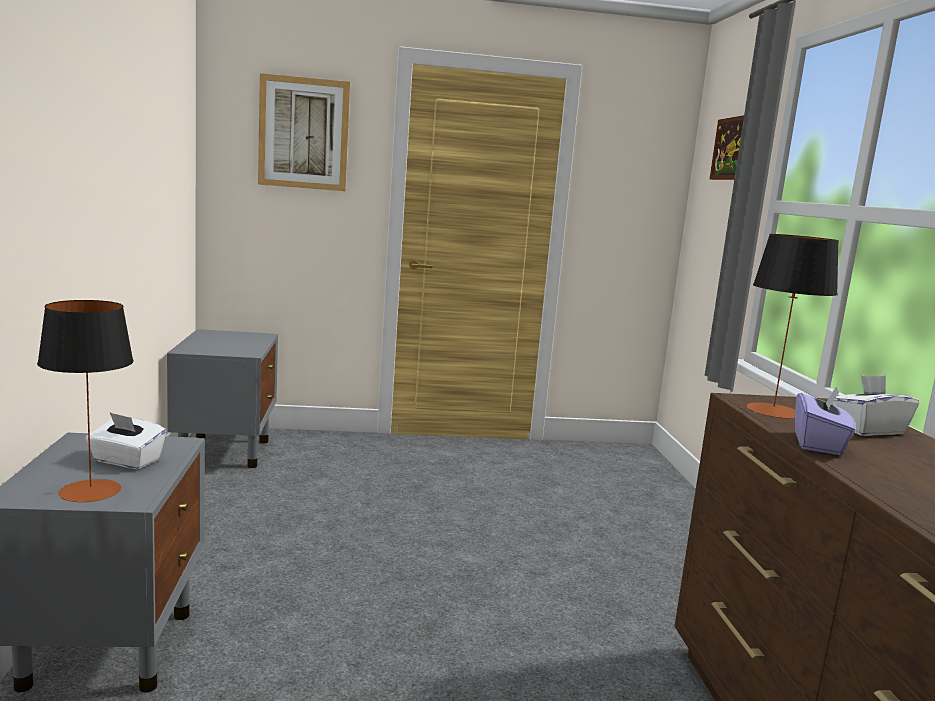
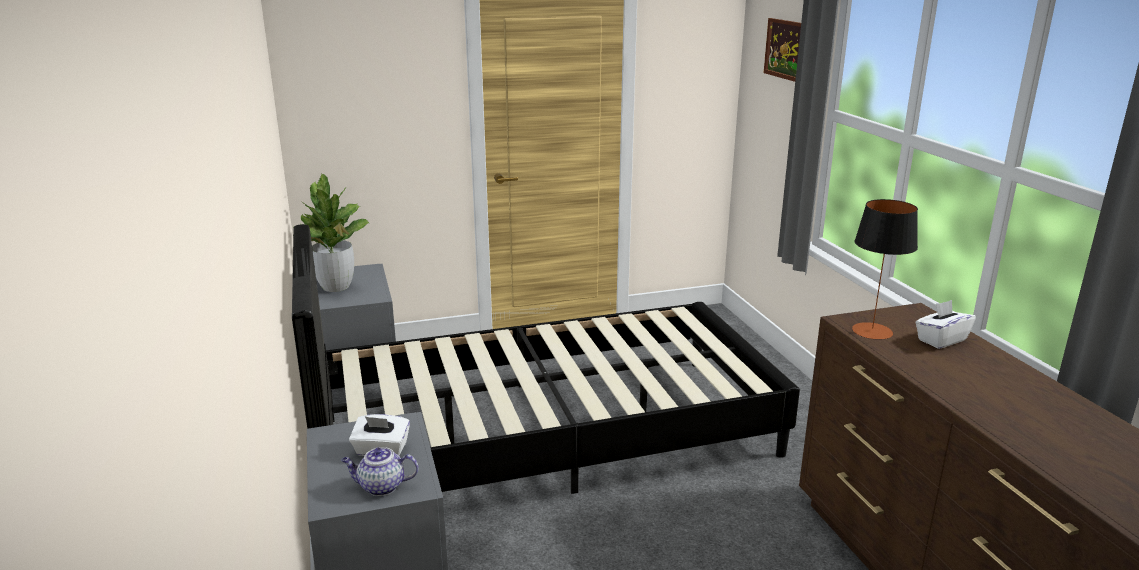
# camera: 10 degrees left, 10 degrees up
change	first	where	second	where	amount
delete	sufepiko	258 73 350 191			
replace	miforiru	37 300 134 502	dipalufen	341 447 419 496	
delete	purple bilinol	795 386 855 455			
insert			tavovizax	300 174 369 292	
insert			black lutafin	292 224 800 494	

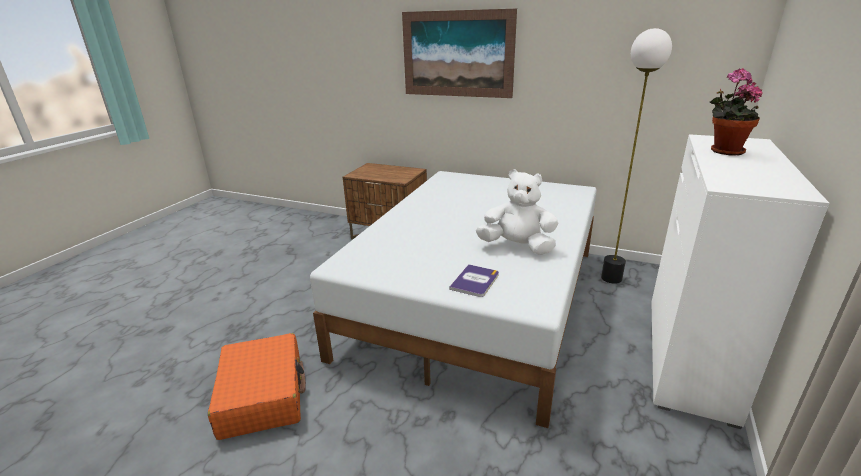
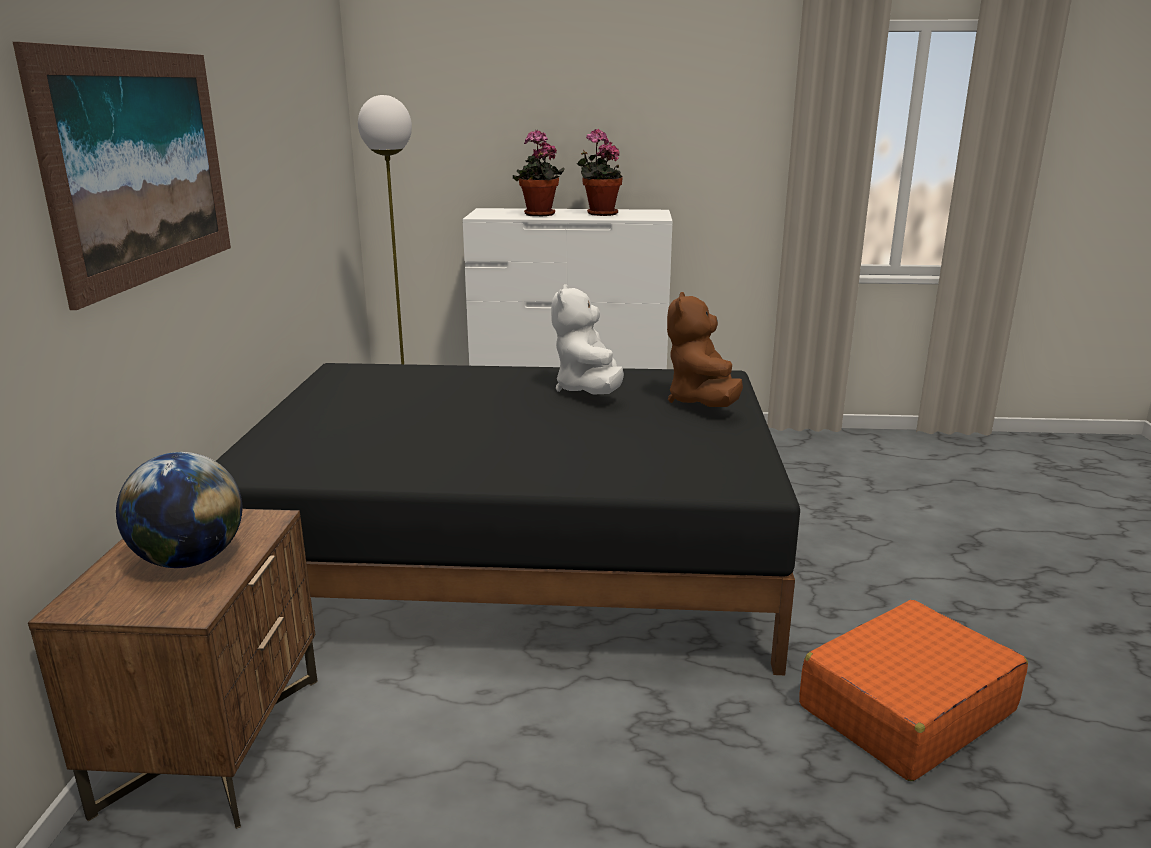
# camera: 110 degrees left, 5 degrees down
change	first	where	second	where	amount
recolor	white lutafin	310 171 597 428	black lutafin	216 363 800 675	
replace	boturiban	449 264 499 297	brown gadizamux	667 292 743 407	
insert			tavovizax	577 129 623 216	
insert			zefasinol	116 452 242 568	

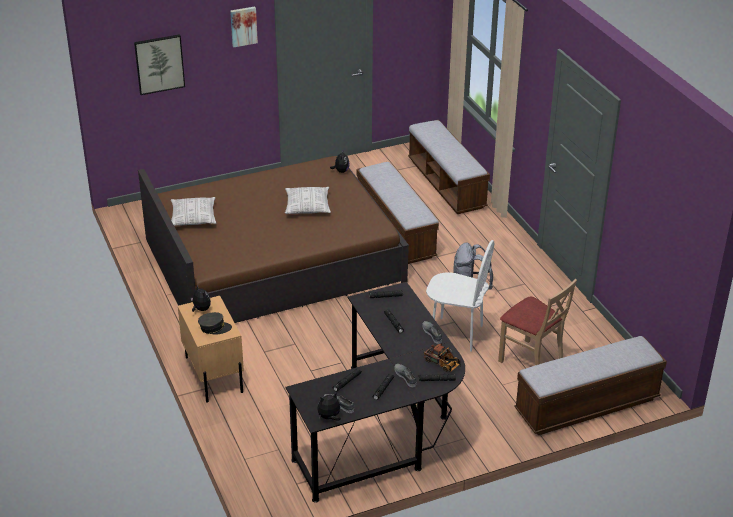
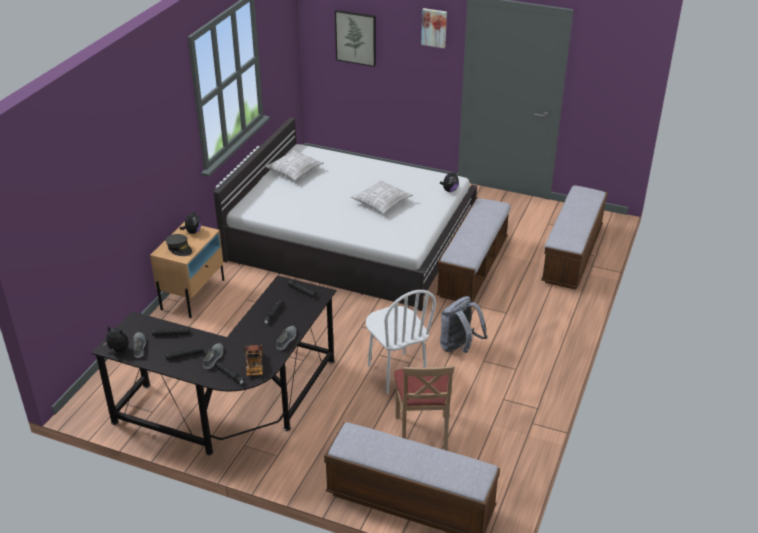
# camera: 45 degrees right, 0 degrees up
change	first	where	second	where	amount
recolor	brown lutafin	138 156 409 323	white lutafin	213 117 477 311	

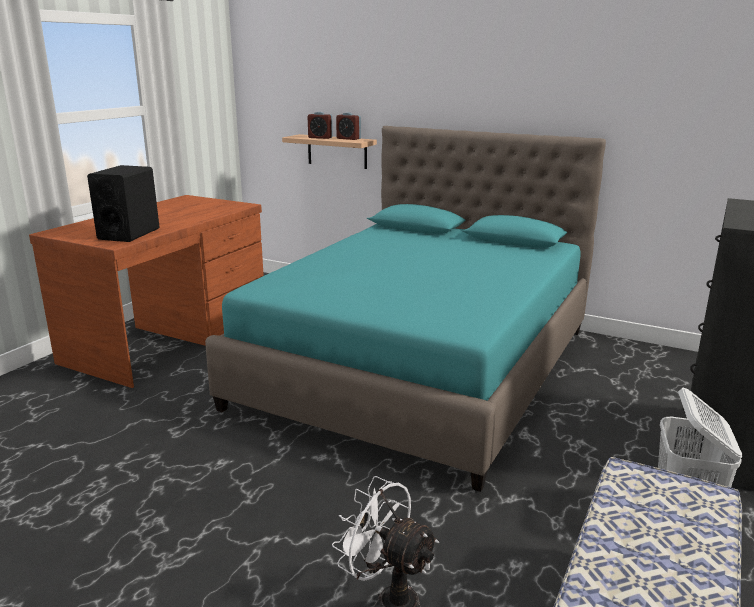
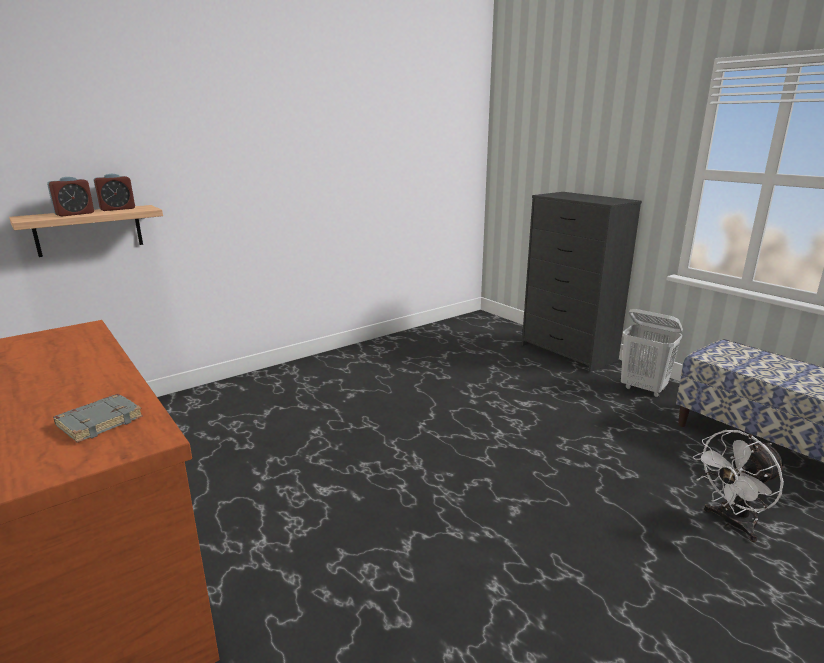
# camera: 65 degrees left, 0 degrees up
change	first	where	second	where	amount
delete	turquoise lutafin	205 126 606 492			
replace	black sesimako	87 165 159 242	grey boturiban	53 394 143 443	

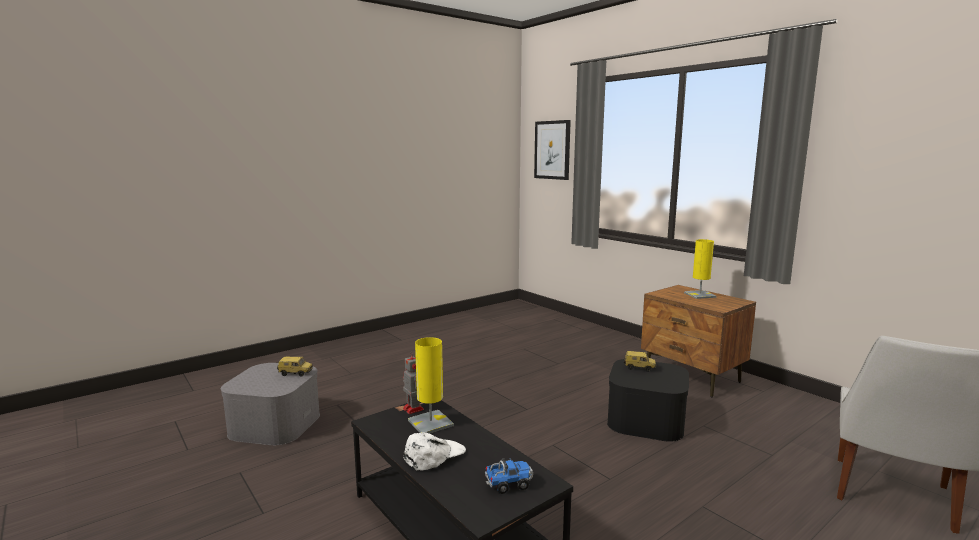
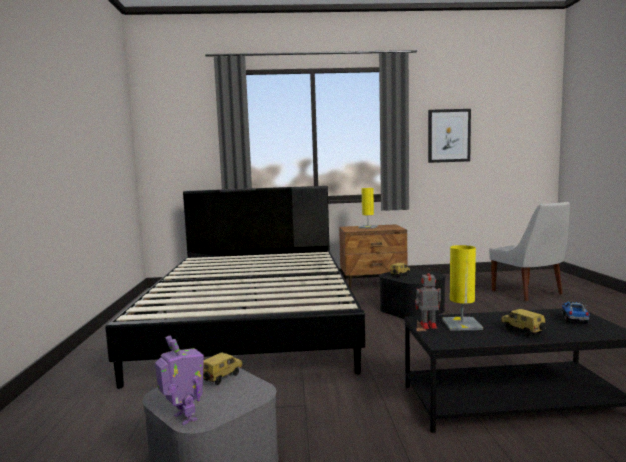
# camera: 55 degrees left, 5 degrees down
change	first	where	second	where	amount
move	sufepiko	534 120 571 180		428 109 471 163	
replace	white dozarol	403 432 466 471	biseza	501 309 546 337	
insert			black lutafin	106 186 365 389	
insert			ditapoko	155 336 204 425	

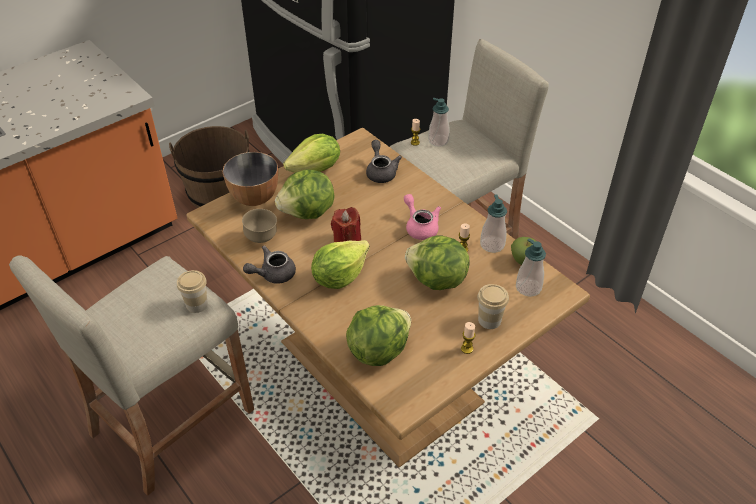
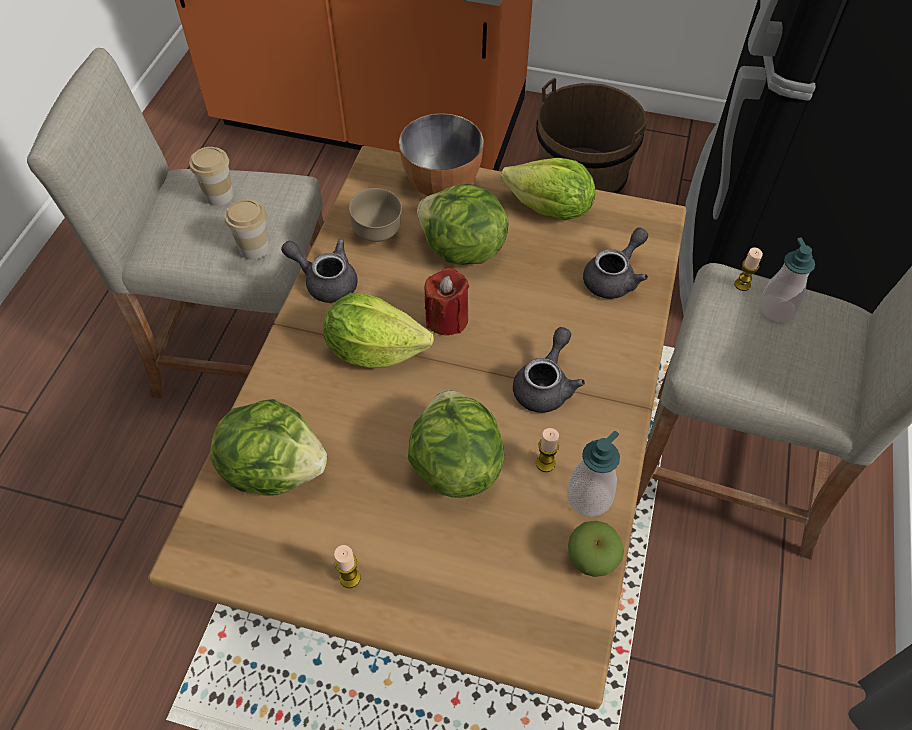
# camera: 55 degrees right, 10 degrees up
change	first	where	second	where	amount
recolor	pink dipalufen	404 194 441 240	grey dipalufen	513 327 585 413	
delete	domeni	516 238 546 297			
move	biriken	477 284 509 329		189 147 234 206	

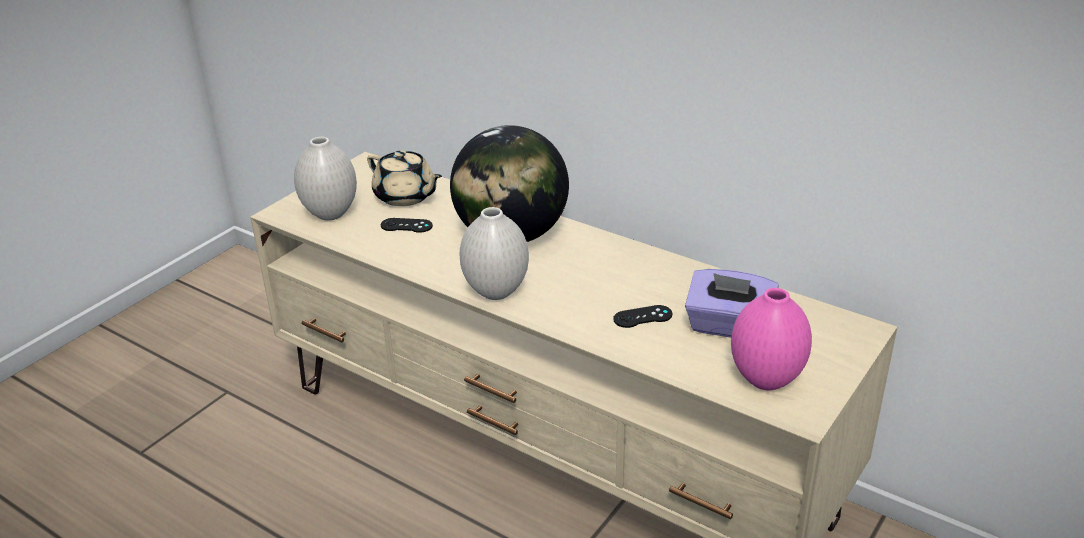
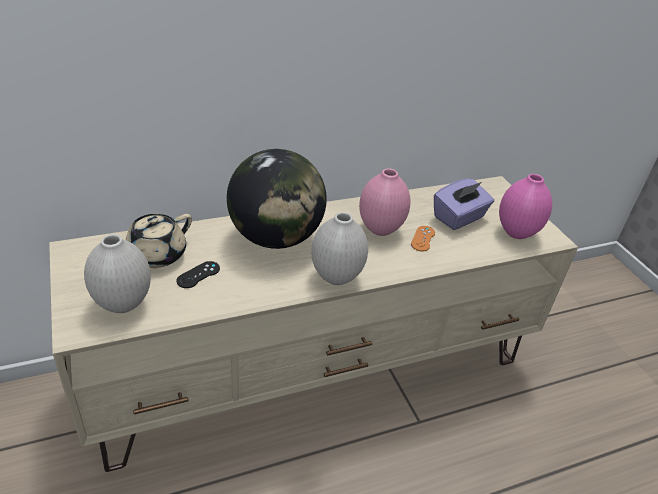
# camera: 60 degrees left, 5 degrees up
change	first	where	second	where	amount
rotate	beige dipalufen	367 150 442 206		126 214 192 268	150 degrees clockwise
recolor	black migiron	613 305 672 328	orange migiron	411 226 435 251	
insert			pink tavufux	359 168 411 236	

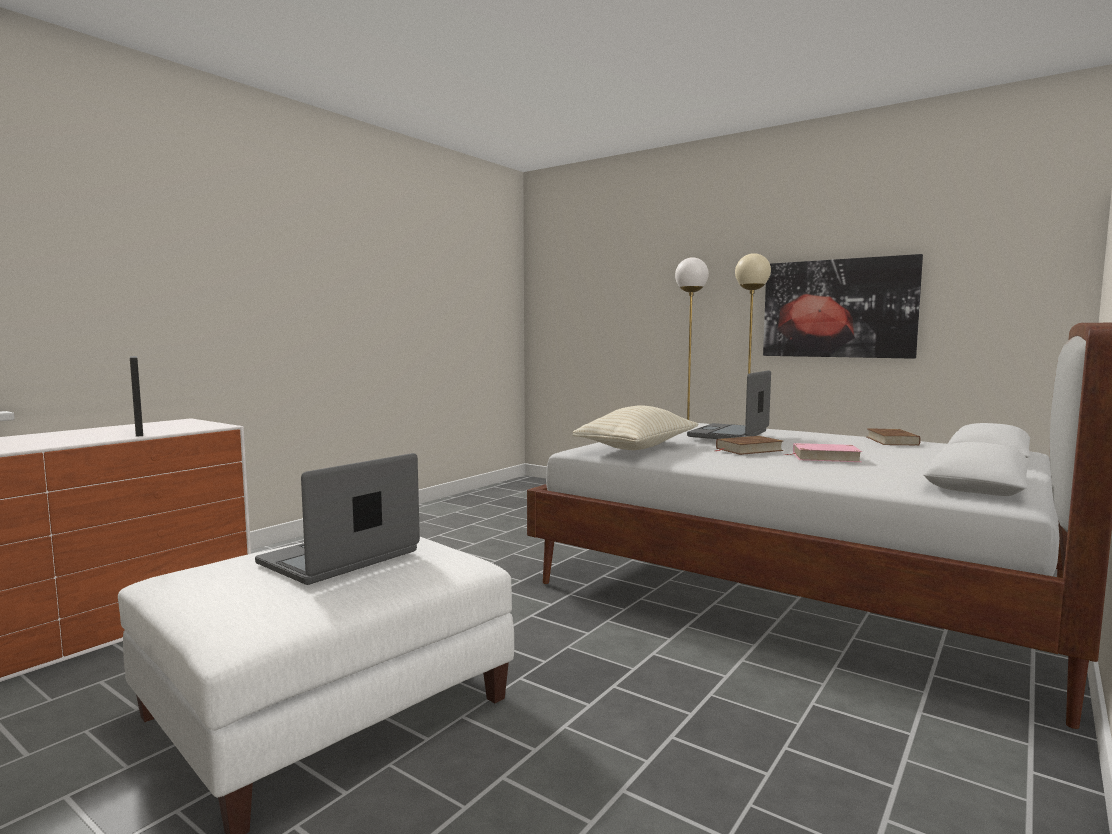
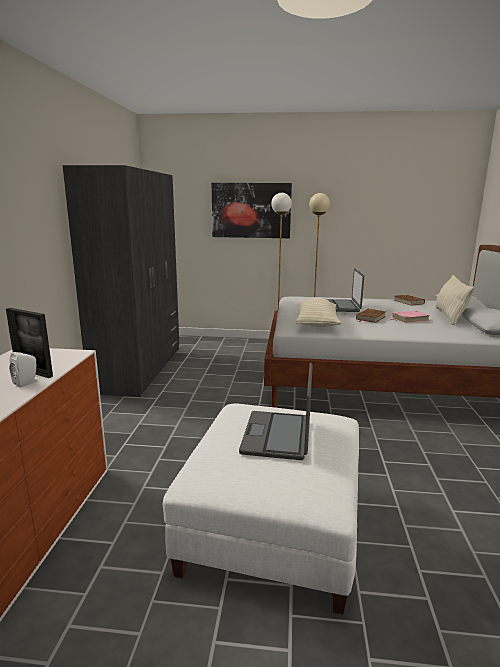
# camera: 30 degrees left, 10 degrees up
change	first	where	second	where	amount
move	sufepiko	763 254 923 359		212 183 292 238	
insert			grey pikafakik	63 165 179 397	
insert			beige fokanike	436 275 475 325	
insert			white sesimako	9 352 38 388	

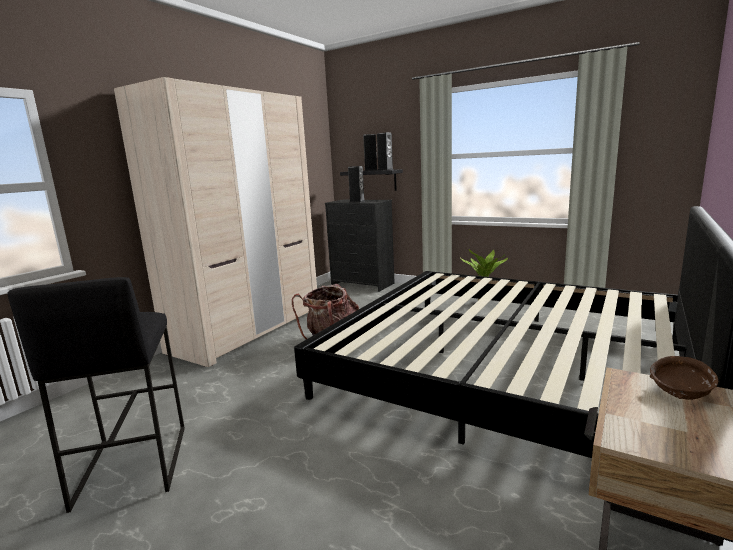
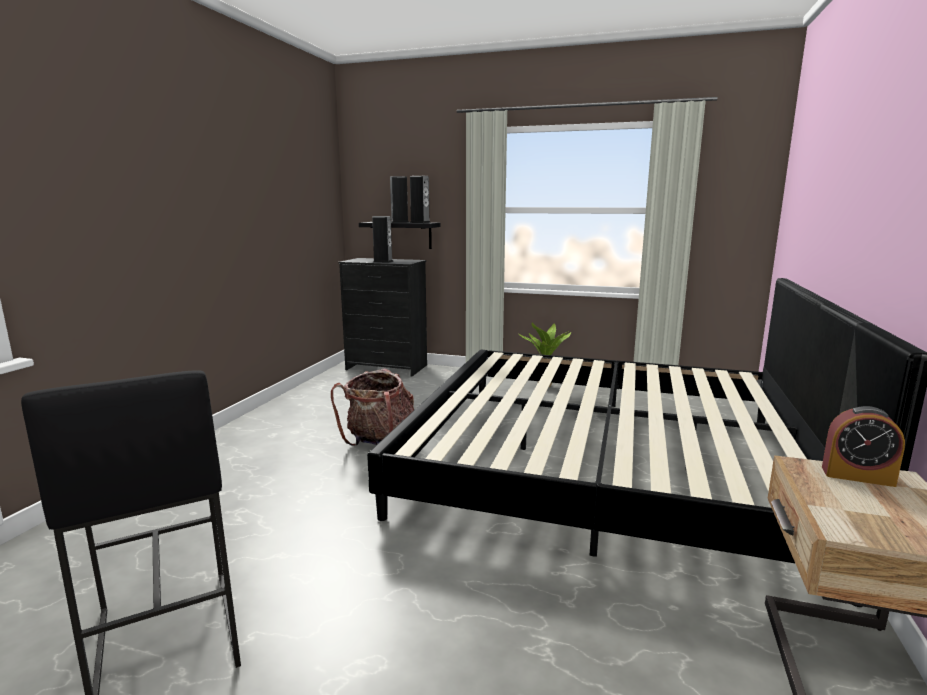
# camera: 15 degrees left, 0 degrees up
change	first	where	second	where	amount
delete	beige pikafakik	114 77 317 367			
replace	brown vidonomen	650 356 718 400	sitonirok	822 406 905 487	

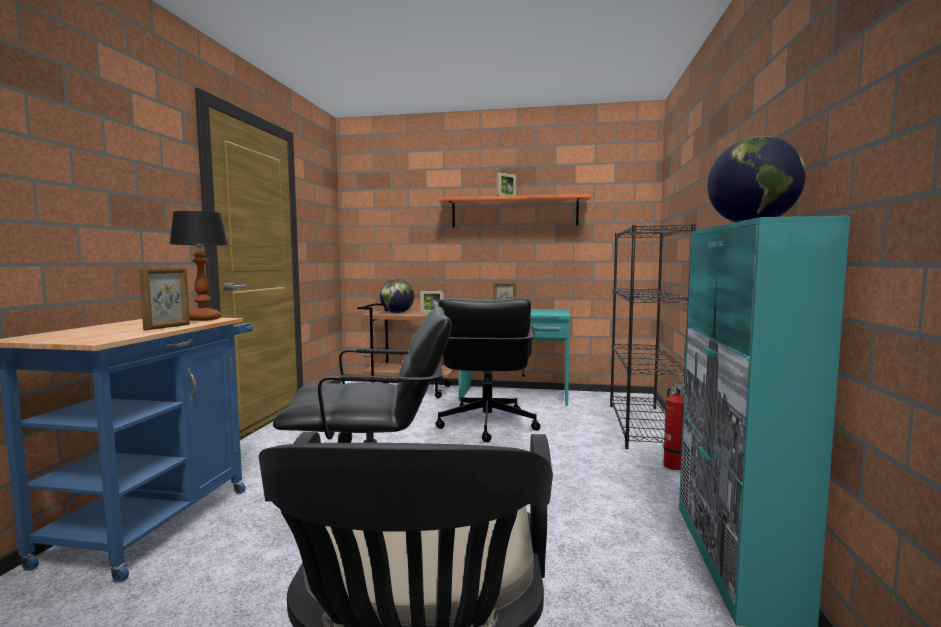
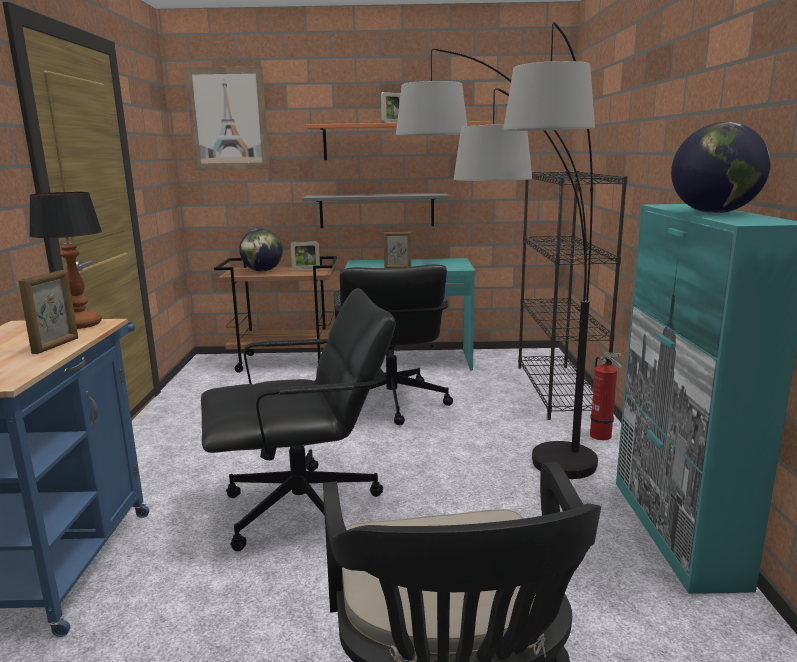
# camera: 10 degrees left, 10 degrees up
change	first	where	second	where	amount
insert			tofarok	396 22 598 479	
insert			sufepiko	185 66 270 170	
insert			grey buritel	302 193 449 228	

